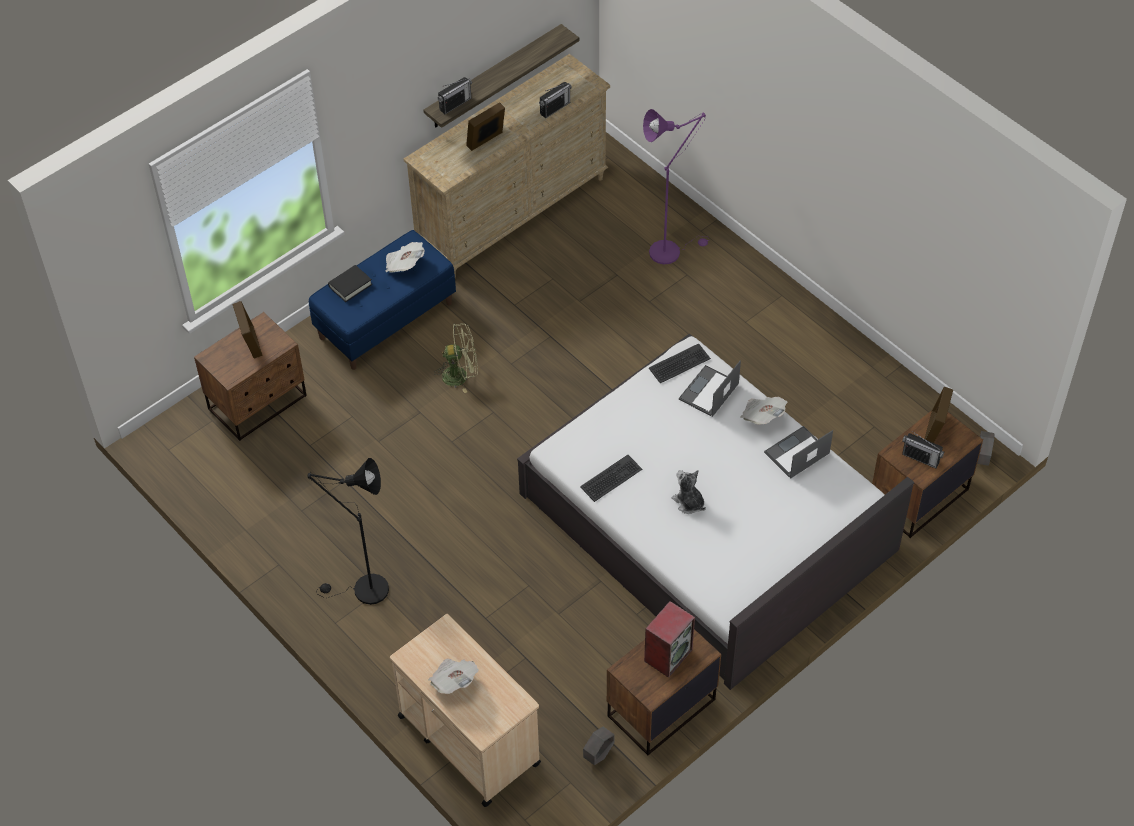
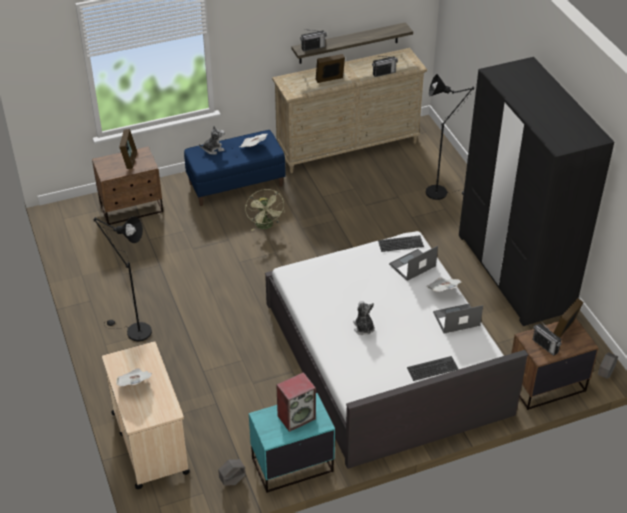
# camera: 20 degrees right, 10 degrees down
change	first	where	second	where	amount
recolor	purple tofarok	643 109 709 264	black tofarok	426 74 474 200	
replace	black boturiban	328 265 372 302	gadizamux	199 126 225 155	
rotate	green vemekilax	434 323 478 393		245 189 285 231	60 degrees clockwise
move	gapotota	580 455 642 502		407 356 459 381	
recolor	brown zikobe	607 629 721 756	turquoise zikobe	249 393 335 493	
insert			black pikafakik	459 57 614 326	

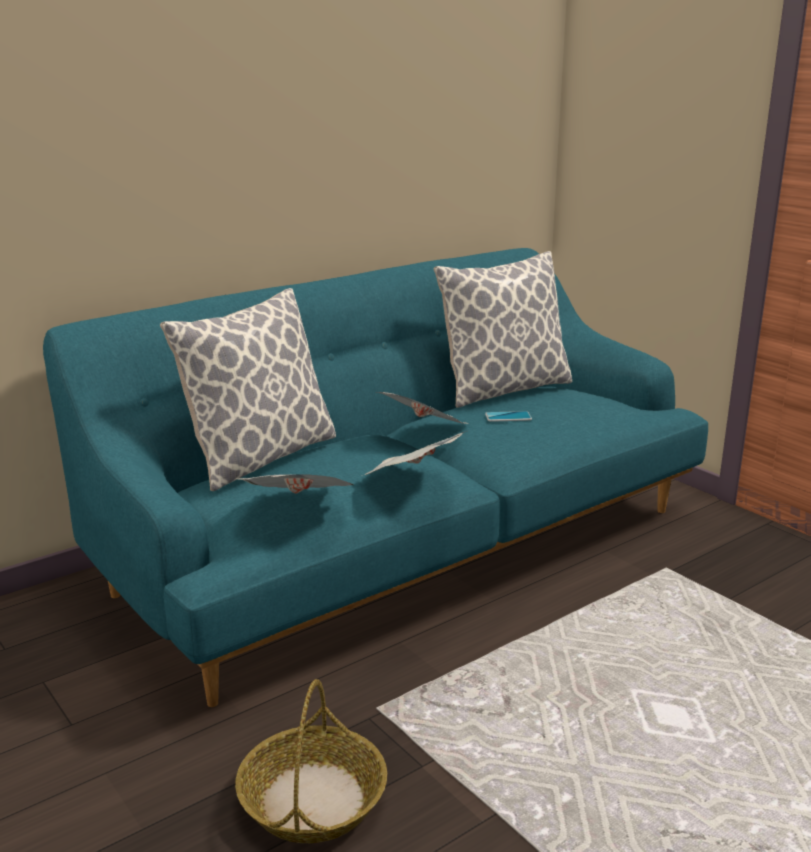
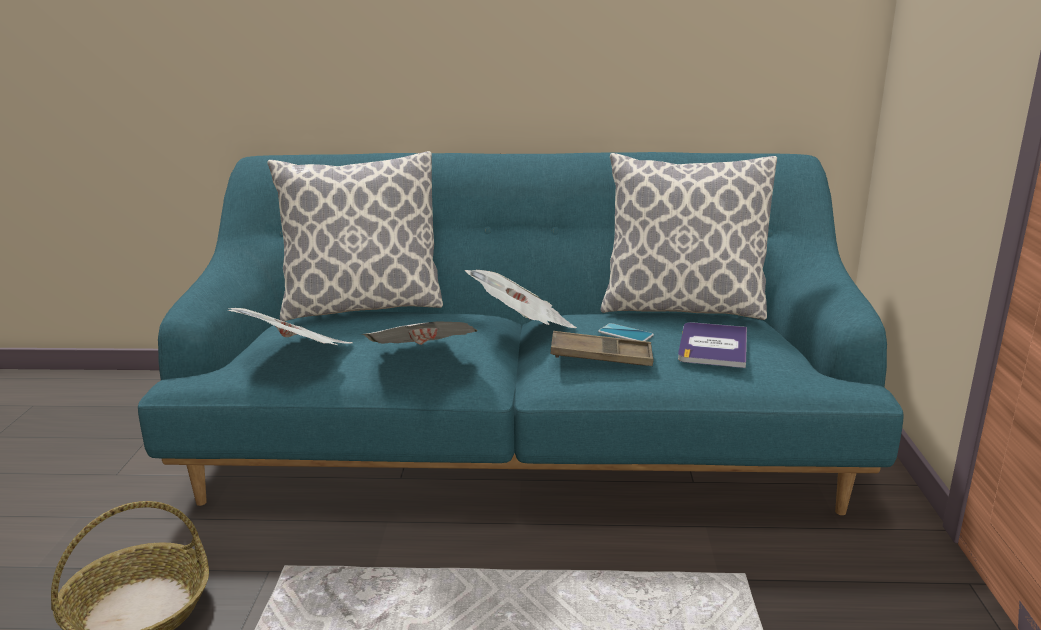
# camera: 40 degrees right, 0 degrees up
change	first	where	second	where	amount
insert			boturiban	678 322 747 368	
insert			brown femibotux	551 331 654 366	

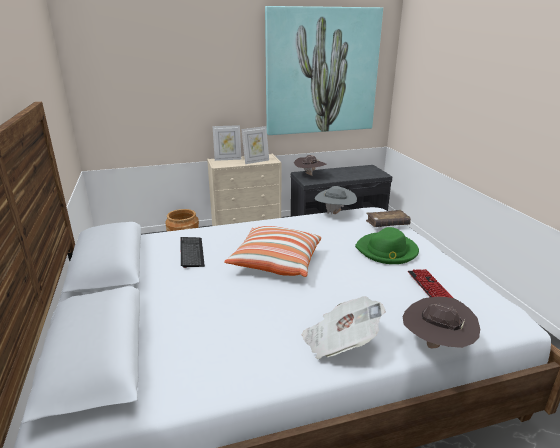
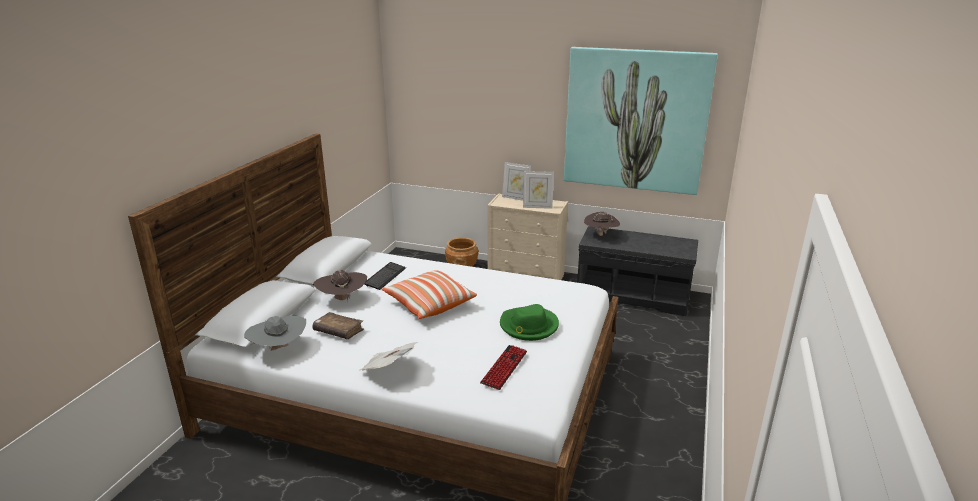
# camera: 35 degrees right, 0 degrees up
change	first	where	second	where	amount
move	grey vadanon	315 186 357 214		244 316 306 351	
move	brown boturiban	366 210 411 227		313 312 364 339	
move	brown vadanon	403 297 480 349		313 270 367 303	

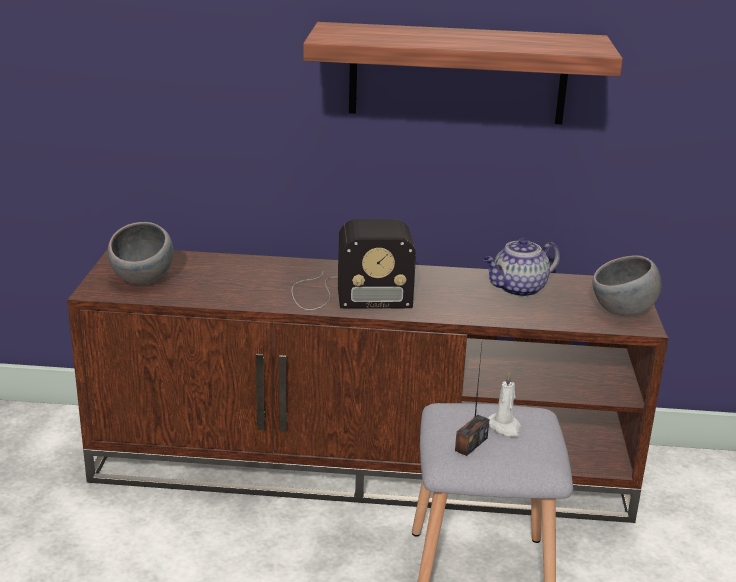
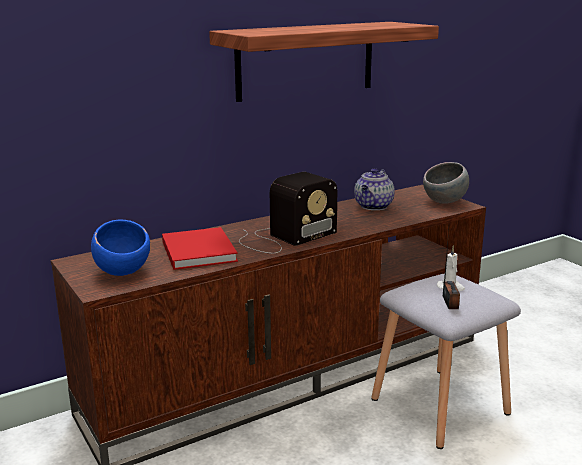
# camera: 35 degrees left, 5 degrees down
change	first	where	second	where	amount
recolor	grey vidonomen	107 222 173 284	blue vidonomen	91 220 150 276	
insert			red boturiban	162 227 238 270	

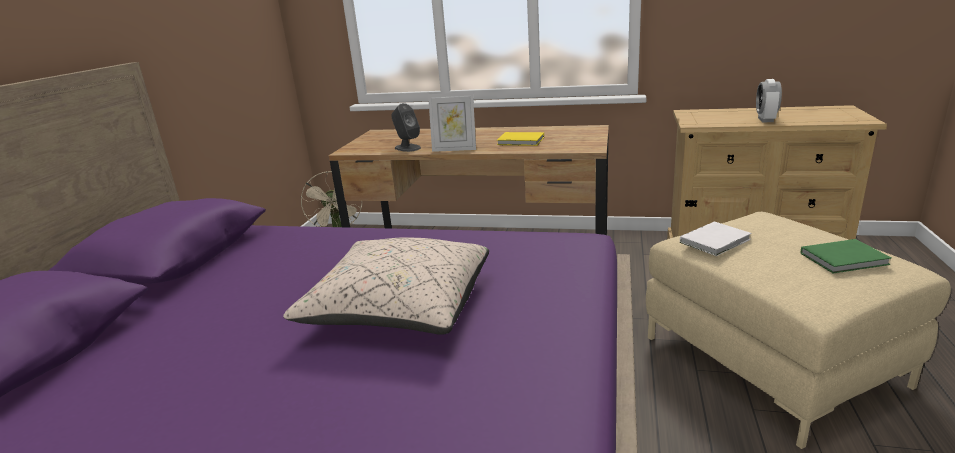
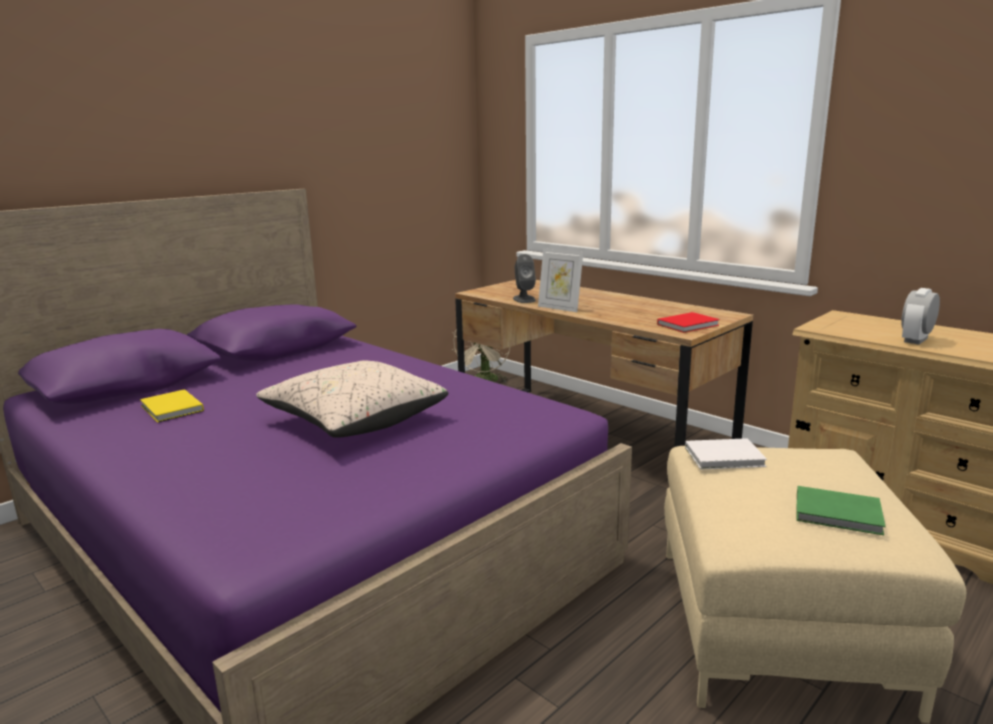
# camera: 30 degrees right, 5 degrees down
change	first	where	second	where	amount
move	yellow boturiban	497 132 544 146		140 389 204 422	
insert			red boturiban	657 312 720 333	

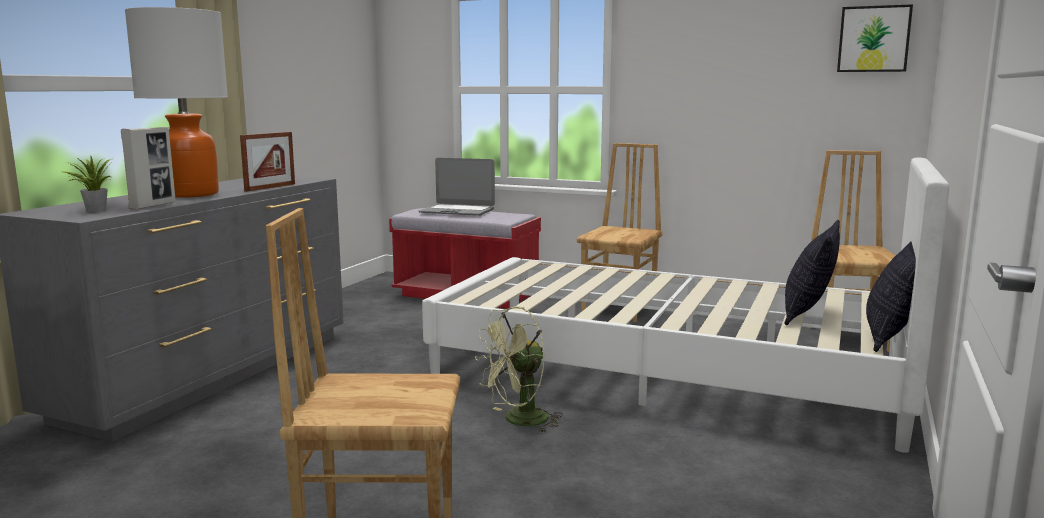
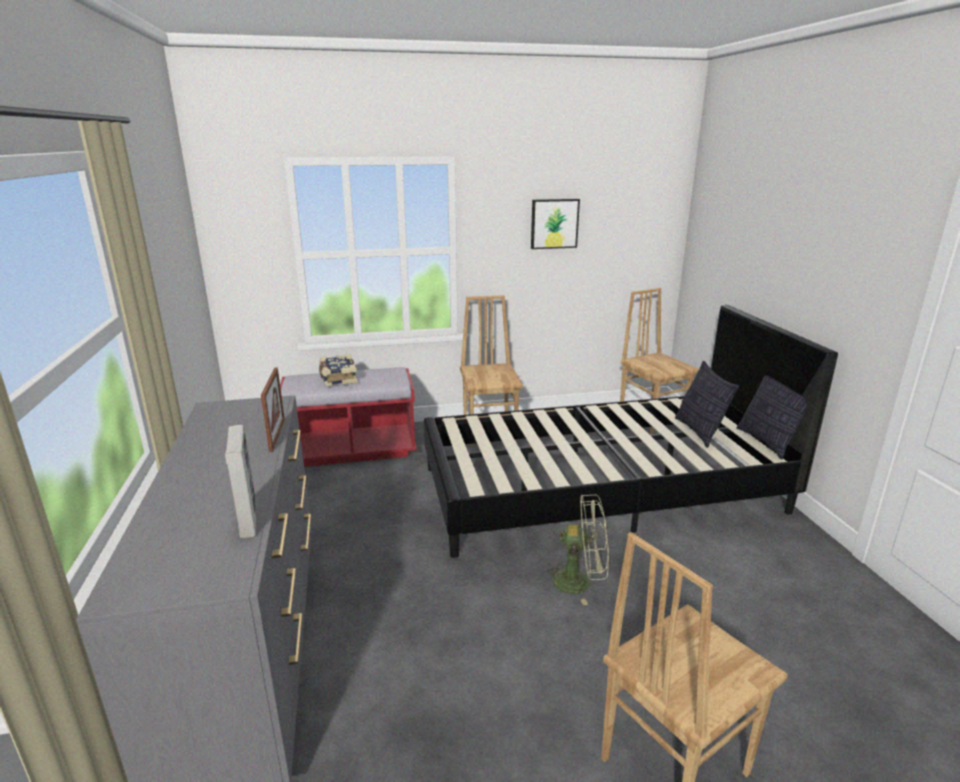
# camera: 35 degrees left, 10 degrees up
change	first	where	second	where	amount
move	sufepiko	837 4 913 72		531 199 580 249	
delete	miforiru	125 7 228 198			
delete	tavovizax	61 157 114 212			
replace	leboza	419 158 495 216	boturiban	319 354 358 387	
recolor	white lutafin	422 158 949 453	black lutafin	424 305 838 558	
rotate	green vemekilax	475 306 563 432		543 495 609 605	105 degrees counterclockwise

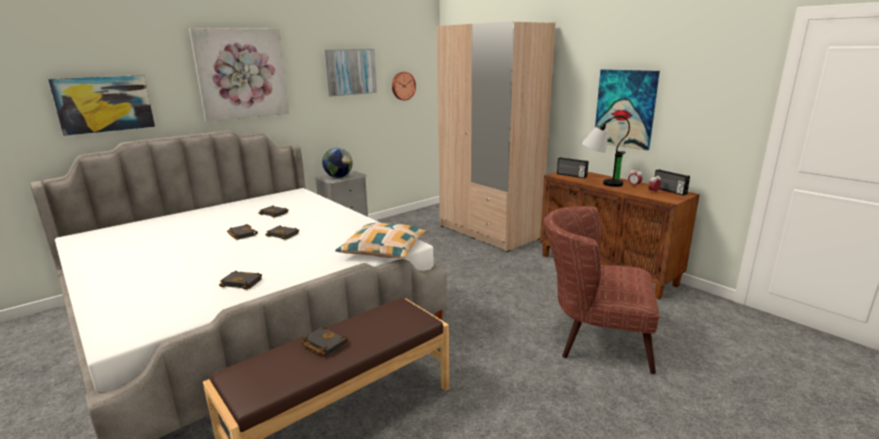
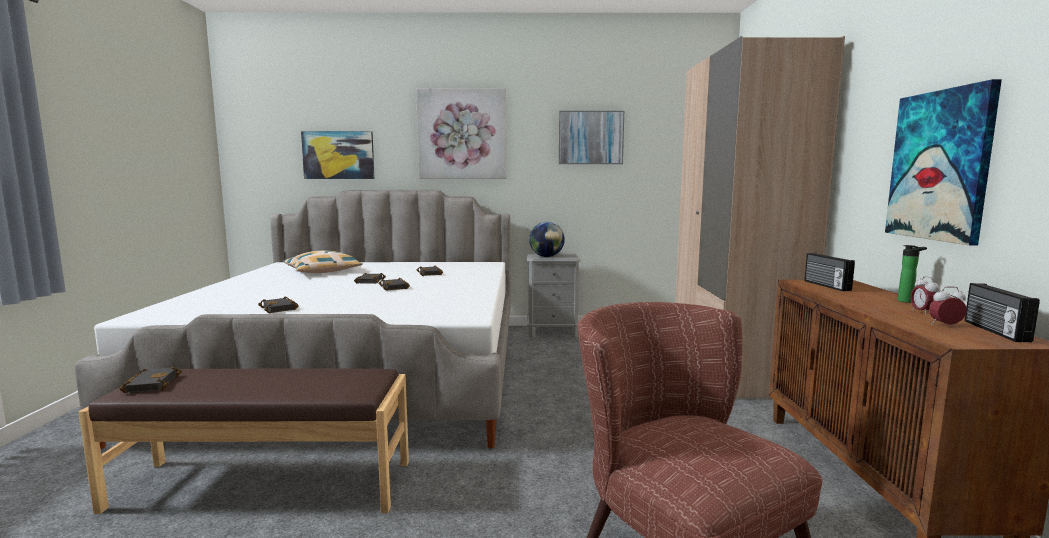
# camera: 40 degrees right, 10 degrees down
change	first	where	second	where	amount
delete	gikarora	392 72 416 100			
delete	miforiru	582 116 630 187			
move	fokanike	335 223 427 258		283 251 363 273	
move	black boturiban	301 327 349 356		119 367 182 393	

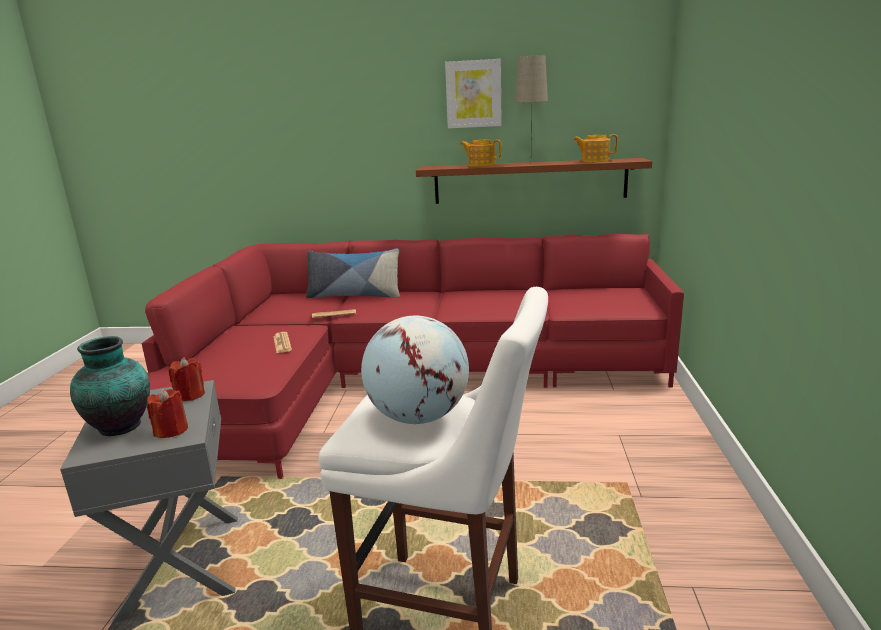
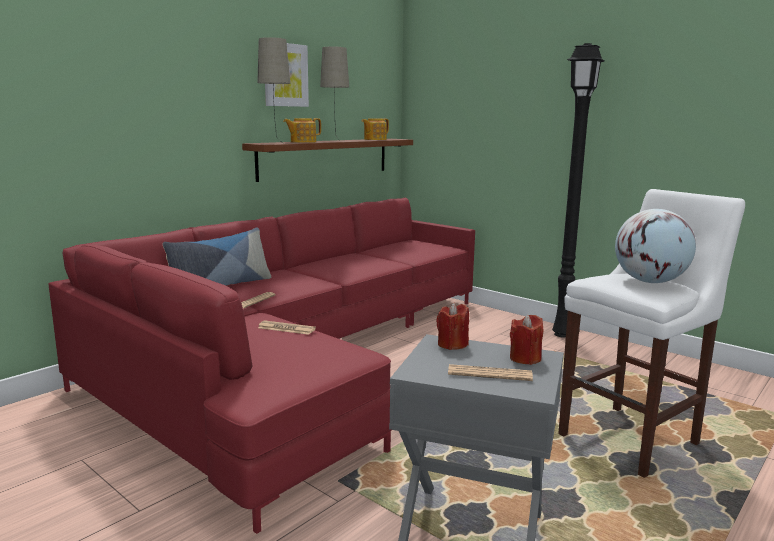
# camera: 55 degrees left, 5 degrees down
change	first	where	second	where	amount
replace	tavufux	70 336 150 436	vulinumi	448 364 533 381	
insert			beige miforiru	257 37 290 143	
insert			black tofarok	552 43 604 338	

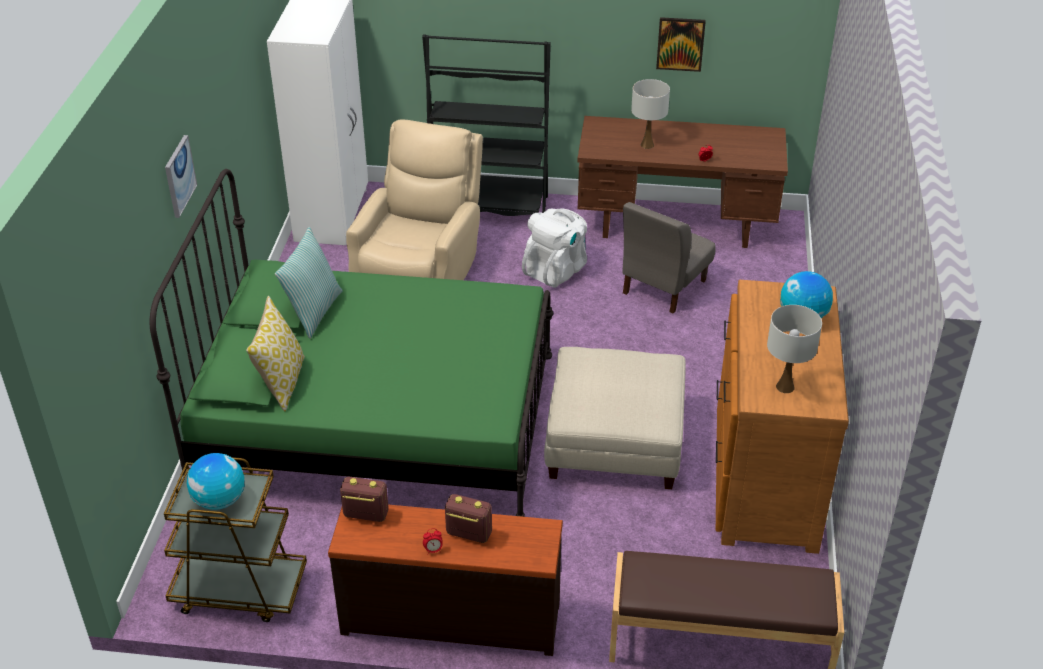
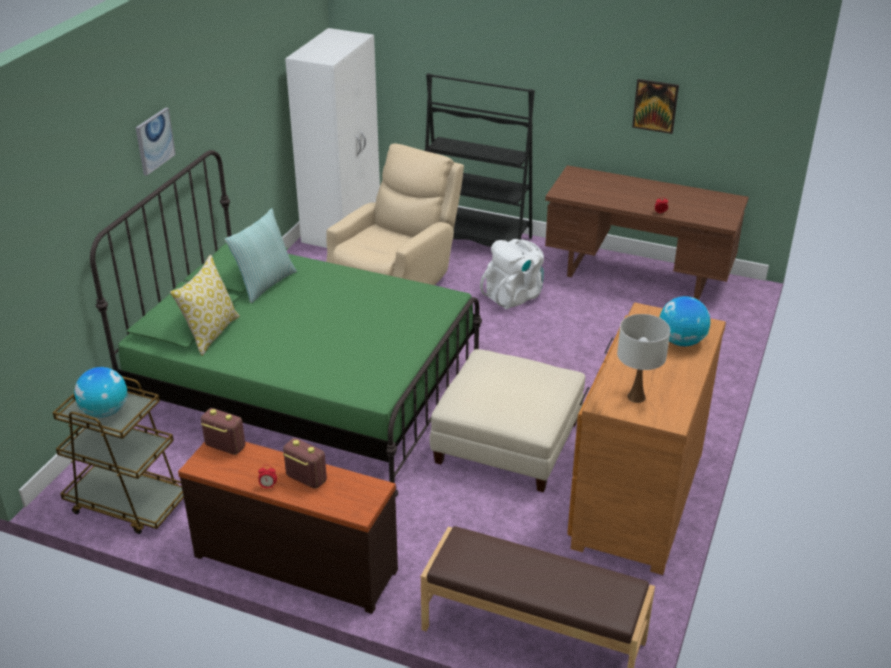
# camera: 15 degrees right, 5 degrees down
change	first	where	second	where	amount
delete	white miforiru	631 79 670 149			
delete	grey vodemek	622 202 716 314			

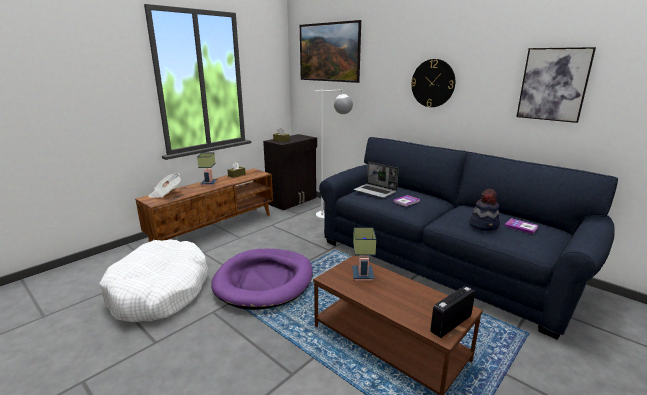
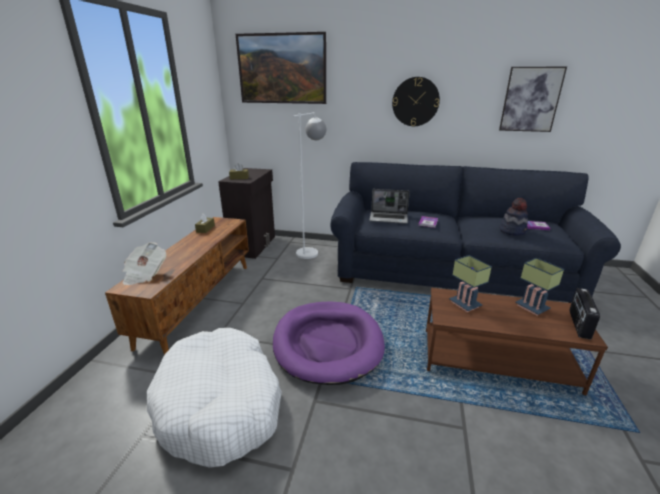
# camera: 30 degrees left, 5 degrees up
change	first	where	second	where	amount
move	miforiru	197 153 217 186		515 258 564 316	

